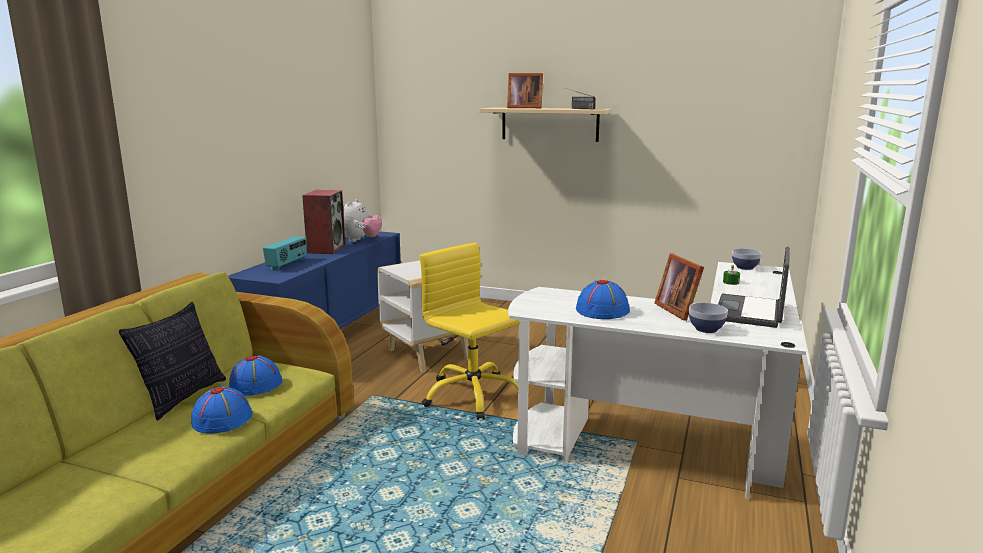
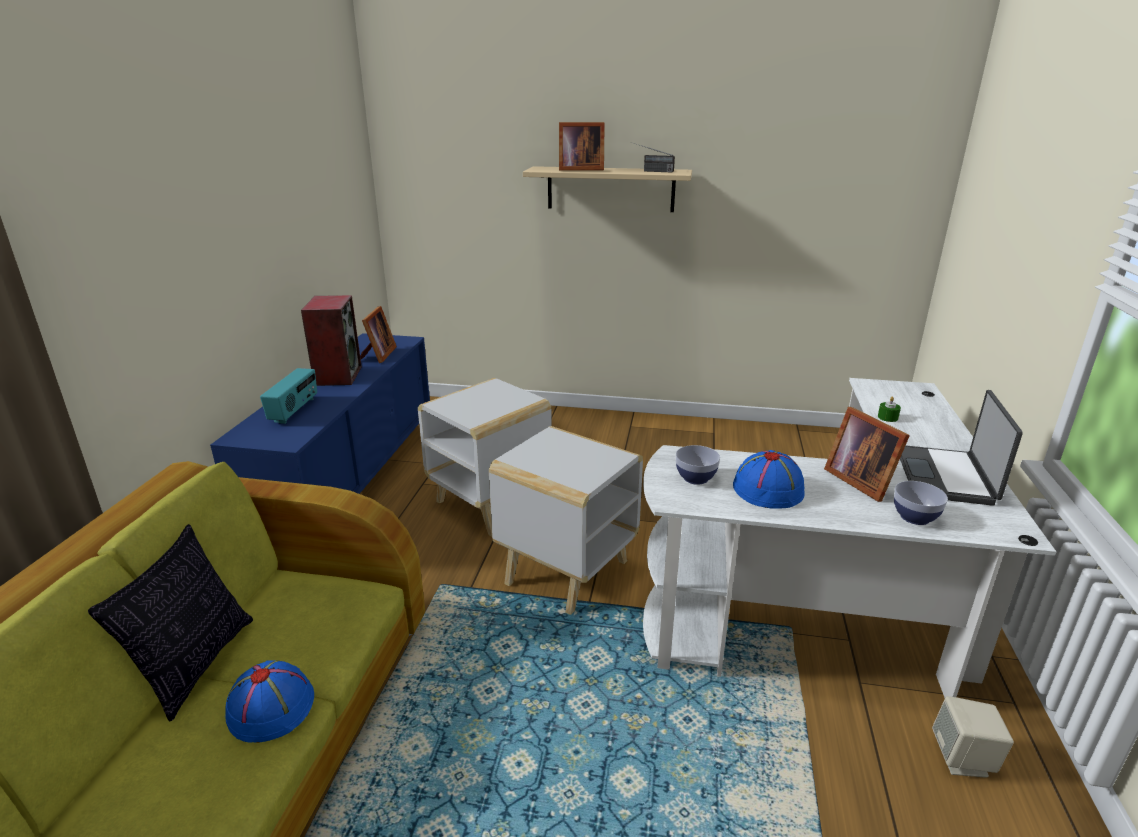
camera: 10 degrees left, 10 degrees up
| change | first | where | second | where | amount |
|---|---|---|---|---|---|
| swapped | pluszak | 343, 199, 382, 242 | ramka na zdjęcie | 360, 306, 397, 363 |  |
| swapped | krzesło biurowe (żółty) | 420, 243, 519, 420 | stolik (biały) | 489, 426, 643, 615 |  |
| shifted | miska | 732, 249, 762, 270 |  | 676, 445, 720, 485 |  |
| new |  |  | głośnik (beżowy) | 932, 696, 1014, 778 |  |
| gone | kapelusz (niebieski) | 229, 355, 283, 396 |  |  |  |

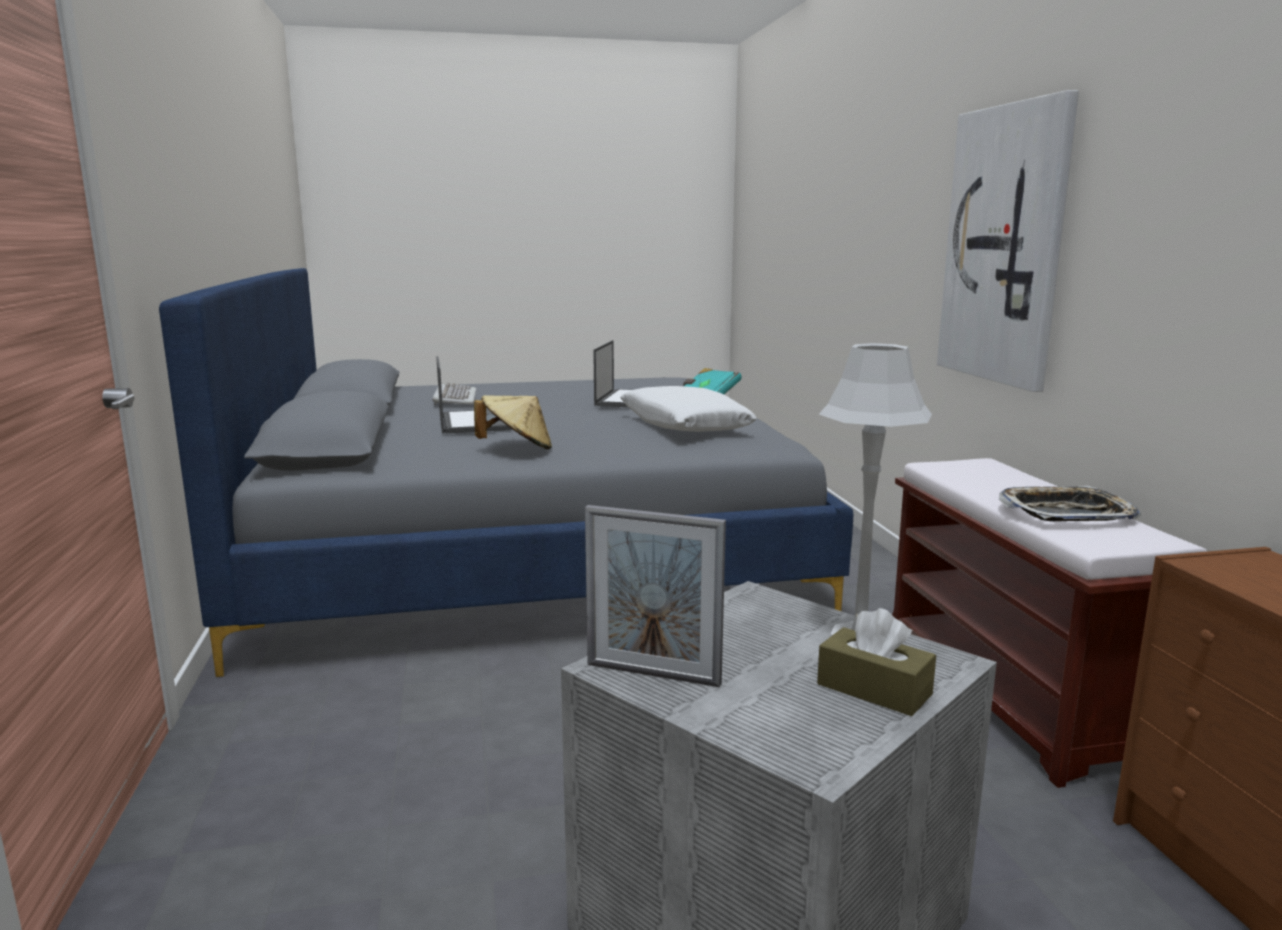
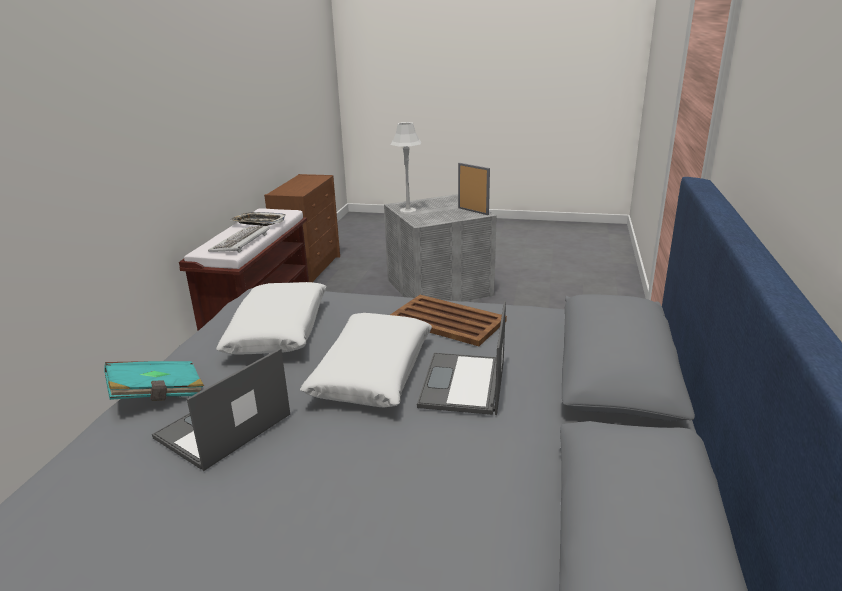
camera: 155 degrees left, 10 degrees up
| change | first | where | second | where | amount |
|---|---|---|---|---|---|
| shifted | klawiatura | 432, 383, 477, 405 |  | 208, 226, 270, 253 |  |
| new |  |  | poduszka (biały) | 300, 313, 432, 408 |  |
| swapped | kapelusz (beżowy) | 474, 395, 552, 449 | taca (brązowy) | 390, 295, 507, 346 |  |
| gone | pudełko chusteczek (brązowy) | 817, 608, 936, 716 |  |  |  |
| gone | obraz | 937, 90, 1079, 392 |  |  |  |

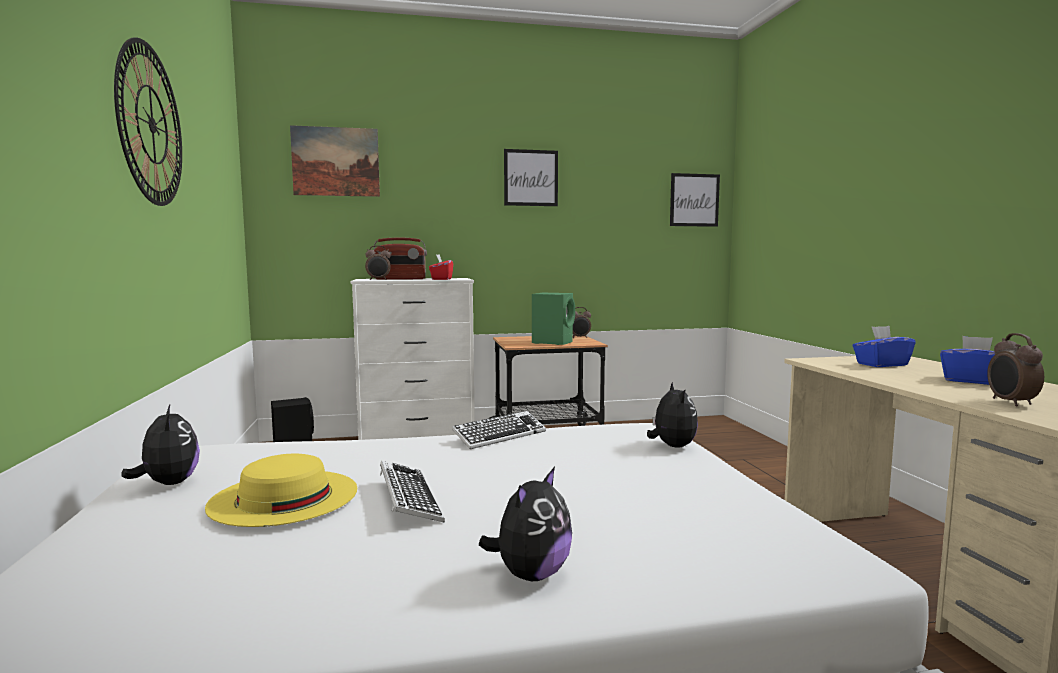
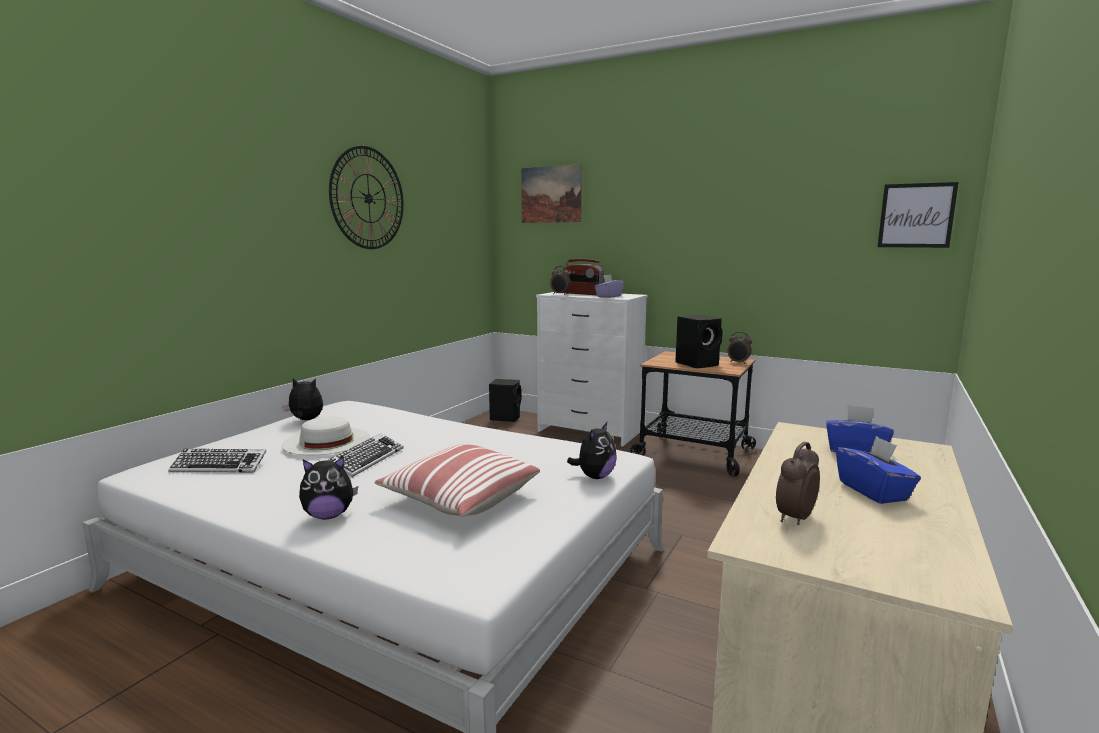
camera: 40 degrees right, 5 degrees up
| change | first | where | second | where | amount |
|---|---|---|---|---|---|
| shifted | klawiatura | 452, 411, 546, 449 |  | 168, 449, 266, 472 |  |
| rotated | pluszak | 121, 405, 200, 485 |  | 282, 378, 323, 420 | 90 degrees counterclockwise |
| repainted | kapelusz (żółty) | 205, 454, 357, 527 | kapelusz (biały) | 282, 416, 370, 455 |  |
| new |  |  | poduszka | 375, 444, 540, 517 |  |
| repainted | pudełko chusteczek (czerwony) | 429, 254, 453, 280 | pudełko chusteczek (fioletowy) | 594, 275, 624, 298 |  |
| repainted | głośnik (zielony) | 532, 293, 575, 345 | głośnik (czarny) | 675, 315, 723, 368 |  |
| gone | obraz | 504, 149, 558, 206 |  |  |  |

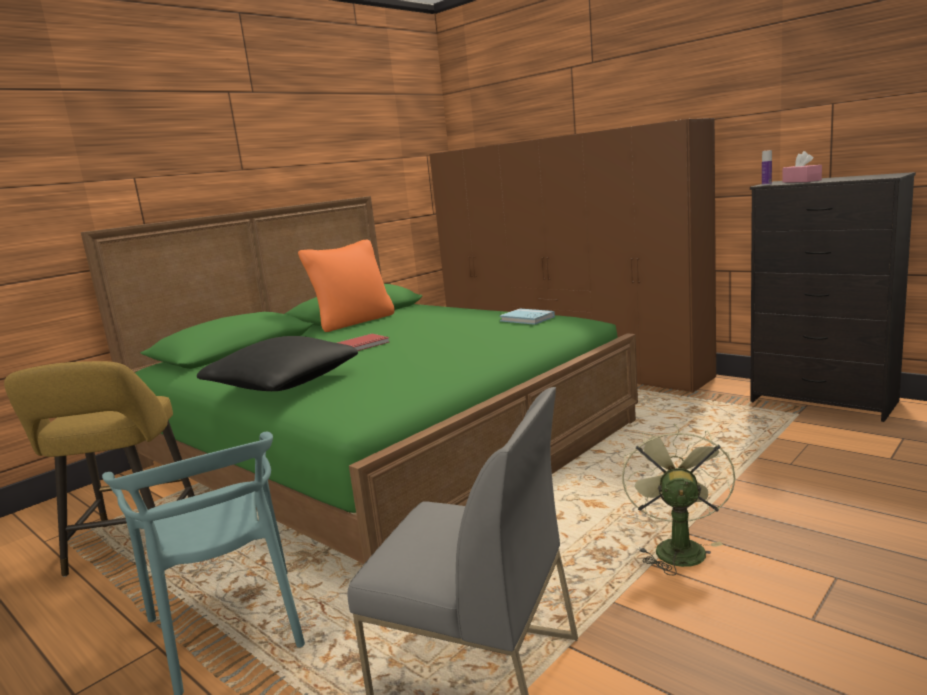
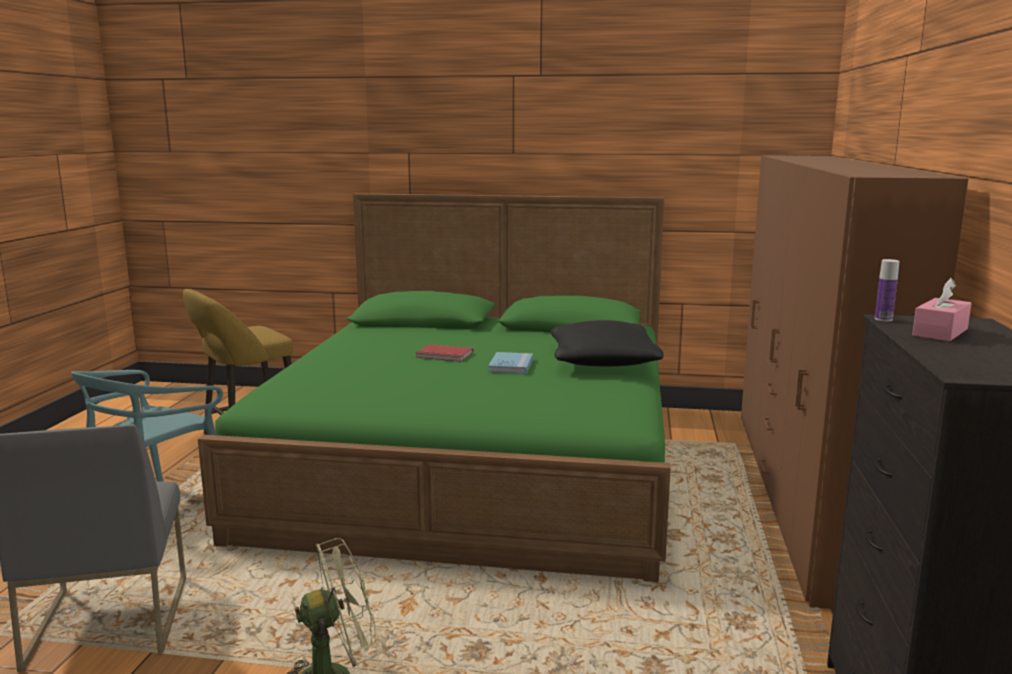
camera: 55 degrees right, 0 degrees up
| change | first | where | second | where | amount |
|---|---|---|---|---|---|
| shifted | książka (niebieski) | 500, 309, 555, 325 |  | 488, 352, 533, 374 |  |
| shifted | poduszka (czarny) | 197, 336, 358, 391 |  | 550, 320, 664, 366 |  |
| gone | poduszka (pomarańczowy) | 298, 240, 395, 332 |  |  |  |

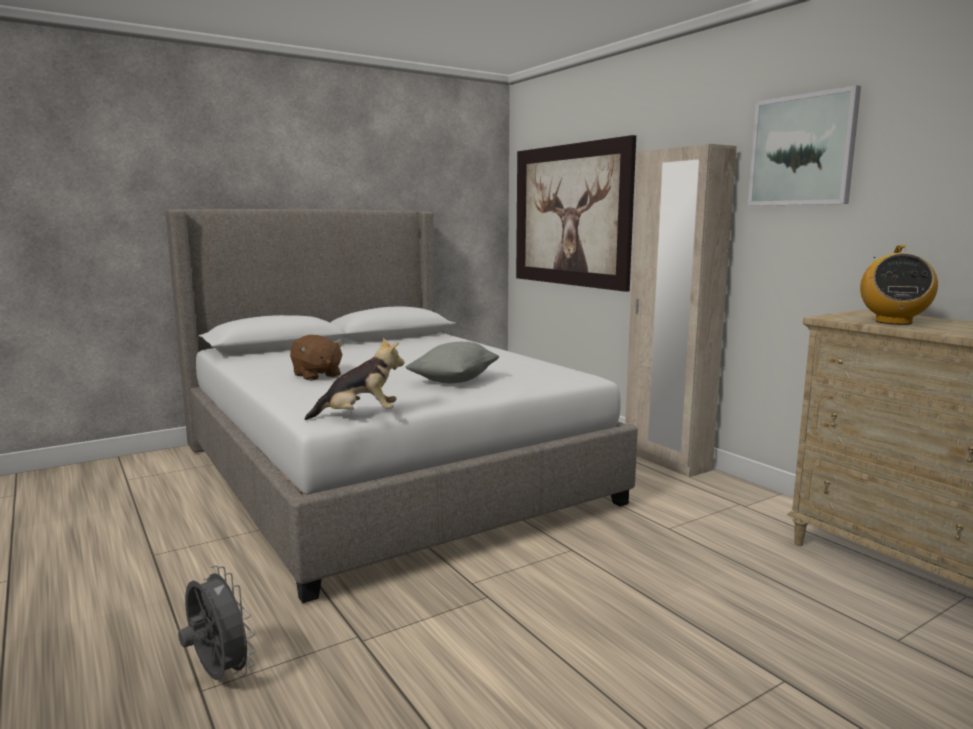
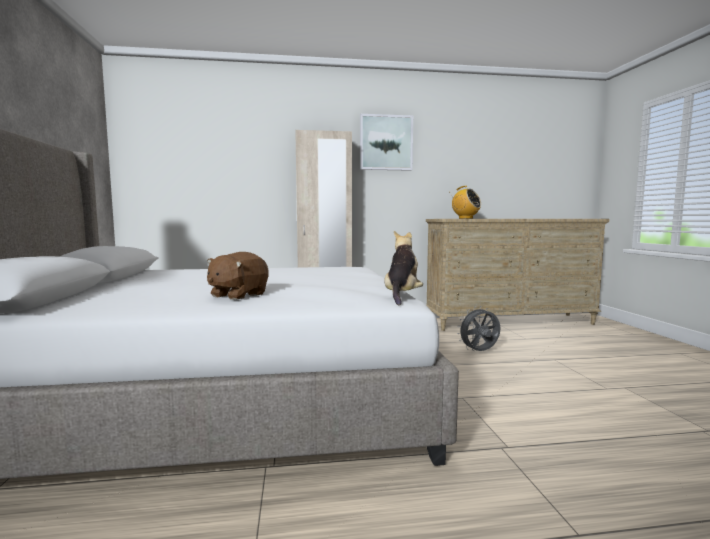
camera: 65 degrees left, 5 degrees down
| change | first | where | second | where | amount |
|---|---|---|---|---|---|
| rotated | pluszak (brązowy) | 290, 335, 344, 381 |  | 207, 252, 269, 300 | 135 degrees clockwise |
| shifted | wentylator (szary) | 178, 565, 256, 680 |  | 457, 306, 500, 351 |  |
| gone | poduszka (szary) | 405, 342, 499, 383 |  |  |  |
| gone | obraz | 516, 135, 636, 292 |  |  |  |

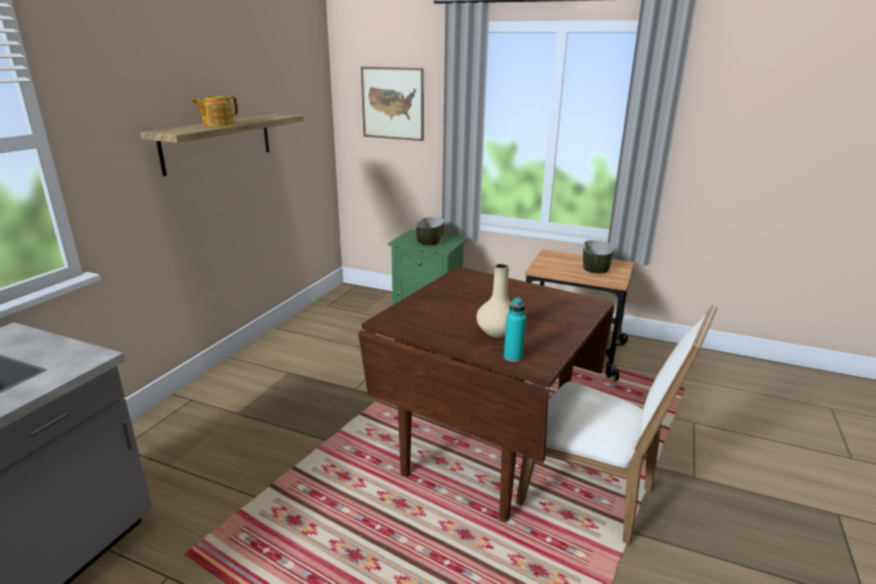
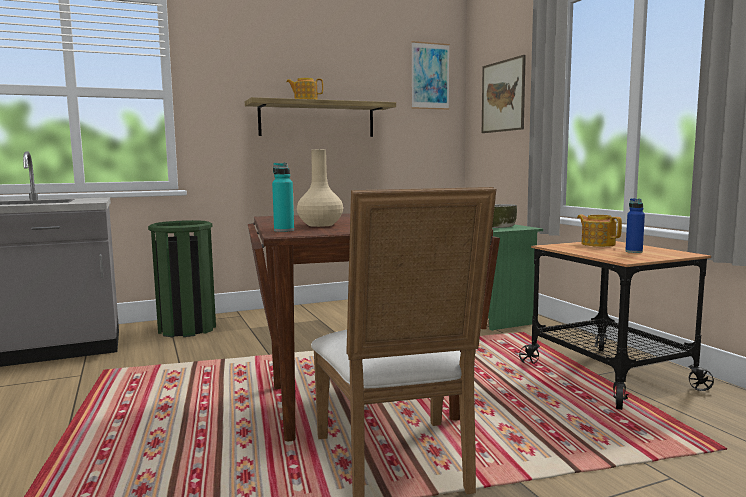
camera: 45 degrees right, 15 degrees down
| change | first | where | second | where | amount |
|---|---|---|---|---|---|
| new |  |  | kosz na śmieci (zielony) | 148, 220, 216, 337 |  |
| new |  |  | obraz | 411, 41, 450, 110 |  |
| new |  |  | imbryk | 577, 215, 622, 247 |  |
| swapped | miska | 583, 240, 613, 273 | butelka (niebieski) | 625, 198, 645, 253 |  |

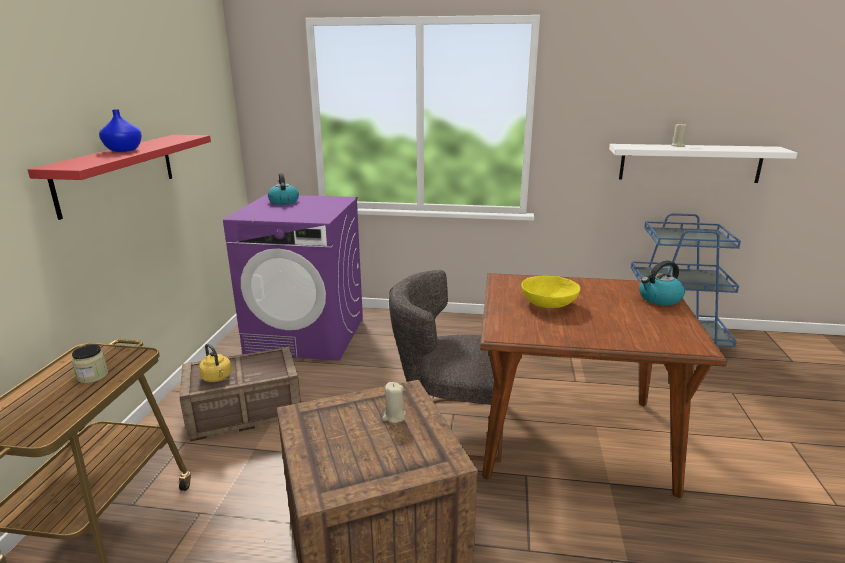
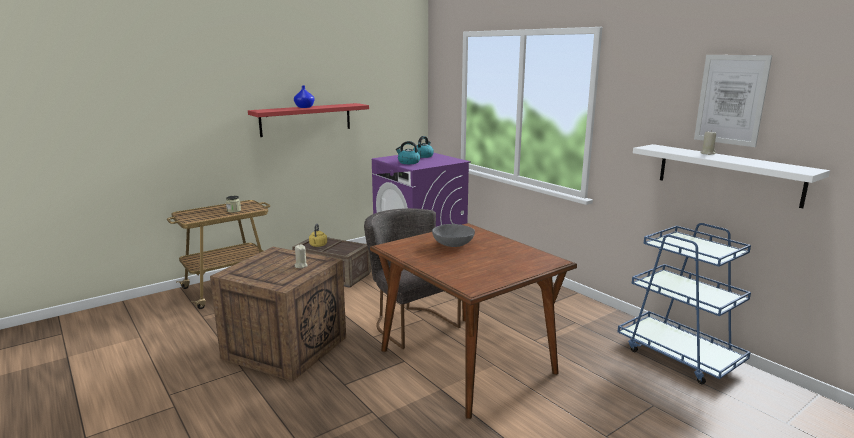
camera: 45 degrees right, 5 degrees down
| change | first | where | second | where | amount |
|---|---|---|---|---|---|
| shifted | czajnik | 639, 261, 685, 306 |  | 396, 141, 420, 164 |  |
| repainted | miska (żółty) | 521, 276, 580, 308 | miska (szary) | 432, 224, 475, 247 |  |
| new |  |  | obraz | 694, 55, 772, 147 |  |

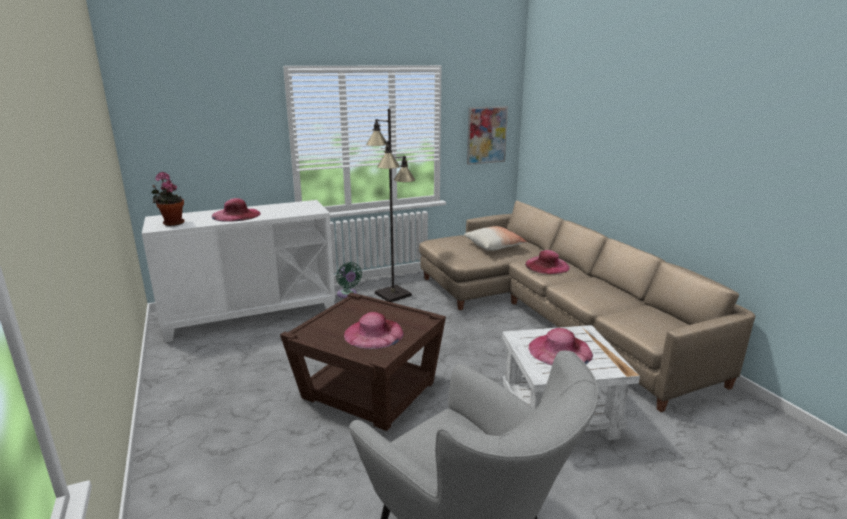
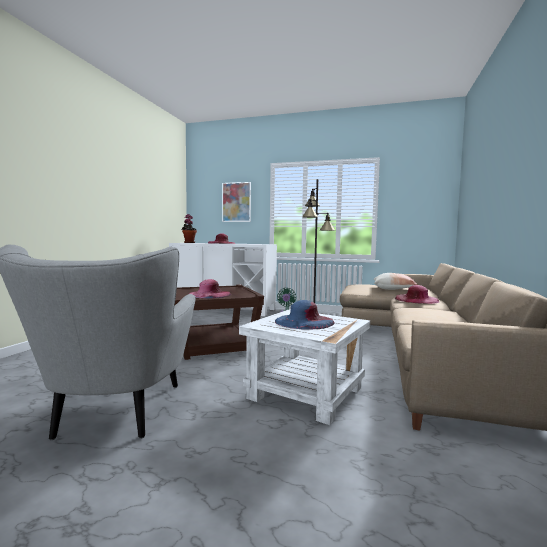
camera: 40 degrees right, 15 degrees down
| change | first | where | second | where | amount |
|---|---|---|---|---|---|
| shifted | obraz | 467, 106, 508, 165 |  | 222, 182, 251, 222 |  |
| repainted | kapelusz (różowy) | 529, 328, 593, 366 | kapelusz (niebieski) | 275, 300, 335, 330 |  |

